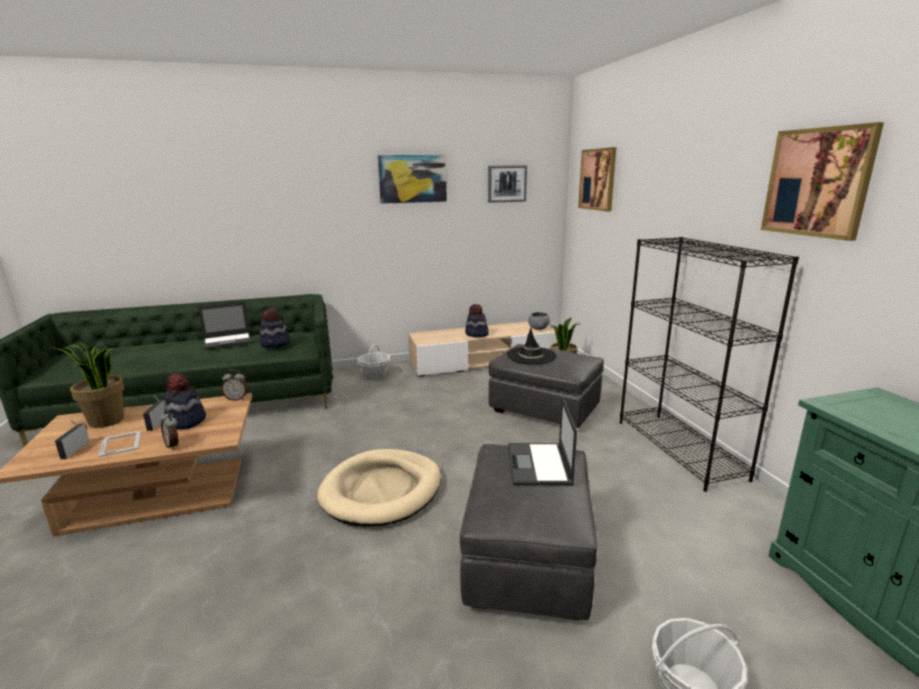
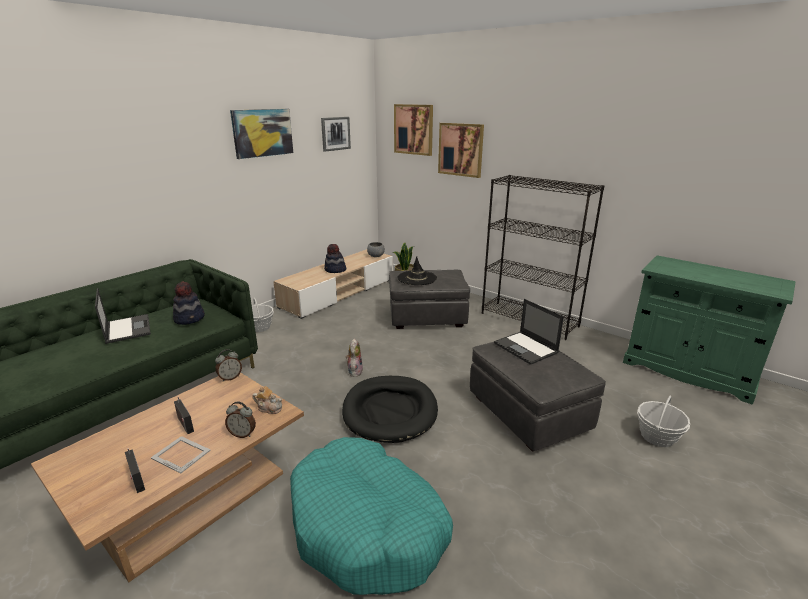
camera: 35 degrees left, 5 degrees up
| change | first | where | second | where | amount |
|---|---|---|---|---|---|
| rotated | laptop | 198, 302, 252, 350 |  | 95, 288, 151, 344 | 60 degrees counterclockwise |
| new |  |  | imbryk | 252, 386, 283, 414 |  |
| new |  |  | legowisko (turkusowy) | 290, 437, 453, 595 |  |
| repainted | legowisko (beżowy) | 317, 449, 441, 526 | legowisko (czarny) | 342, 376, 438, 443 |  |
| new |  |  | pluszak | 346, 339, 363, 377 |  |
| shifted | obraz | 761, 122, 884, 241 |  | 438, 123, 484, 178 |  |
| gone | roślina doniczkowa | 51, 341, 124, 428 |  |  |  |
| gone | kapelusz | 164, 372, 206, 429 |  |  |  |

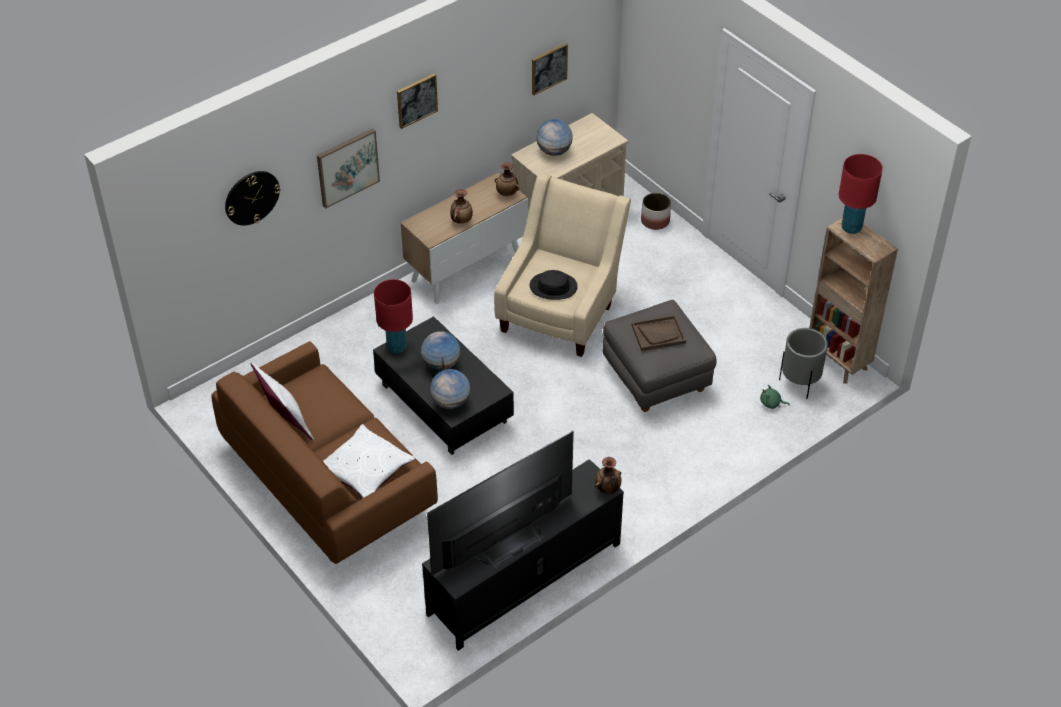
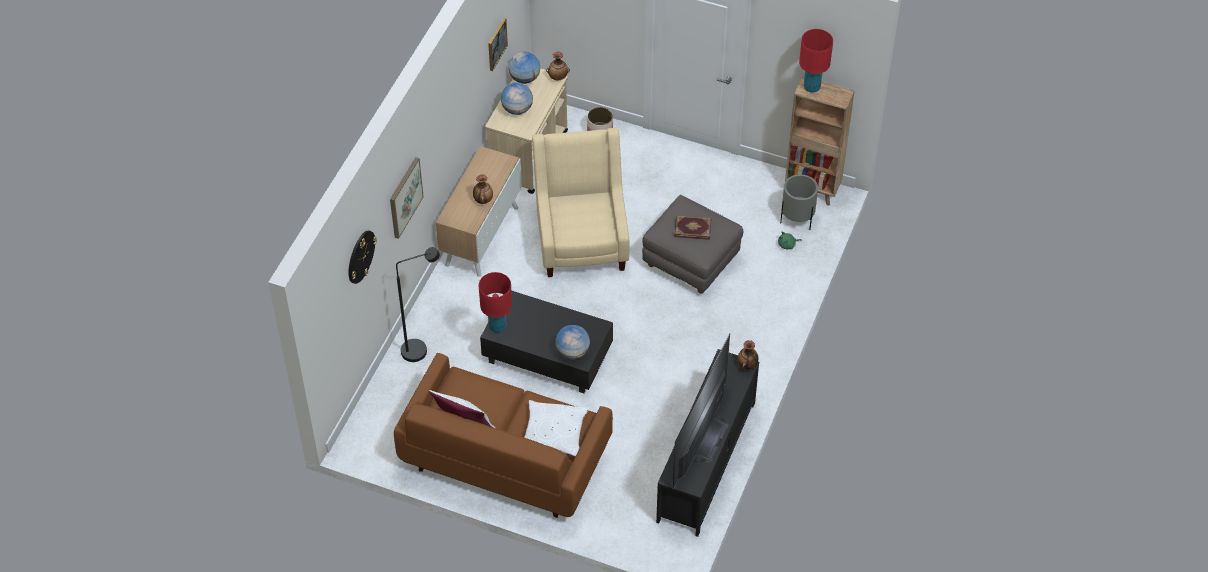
camera: 30 degrees left, 5 degrees up
| change | first | where | second | where | amount |
|---|---|---|---|---|---|
| new |  |  | lampa stojąca (czarny) | 396, 247, 440, 362 |  |
| shifted | globus | 421, 331, 460, 371 |  | 508, 52, 540, 84 |  |
| shifted | wazon | 495, 162, 519, 196 |  | 546, 52, 570, 81 |  |
| swapped | taca (brązowy) | 632, 315, 686, 351 | książka | 674, 216, 712, 240 |  |
| gone | obraz | 397, 74, 438, 129 |  |  |  |
| gone | kapelusz (czarny) | 530, 270, 578, 300 |  |  |  |

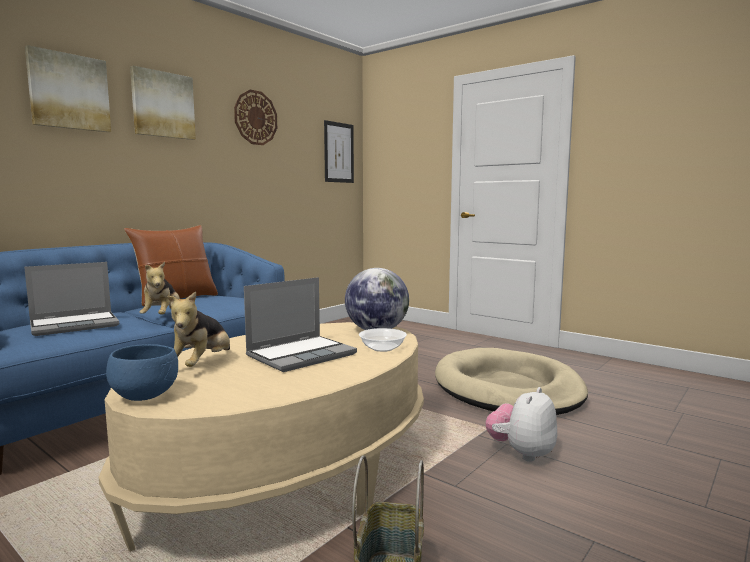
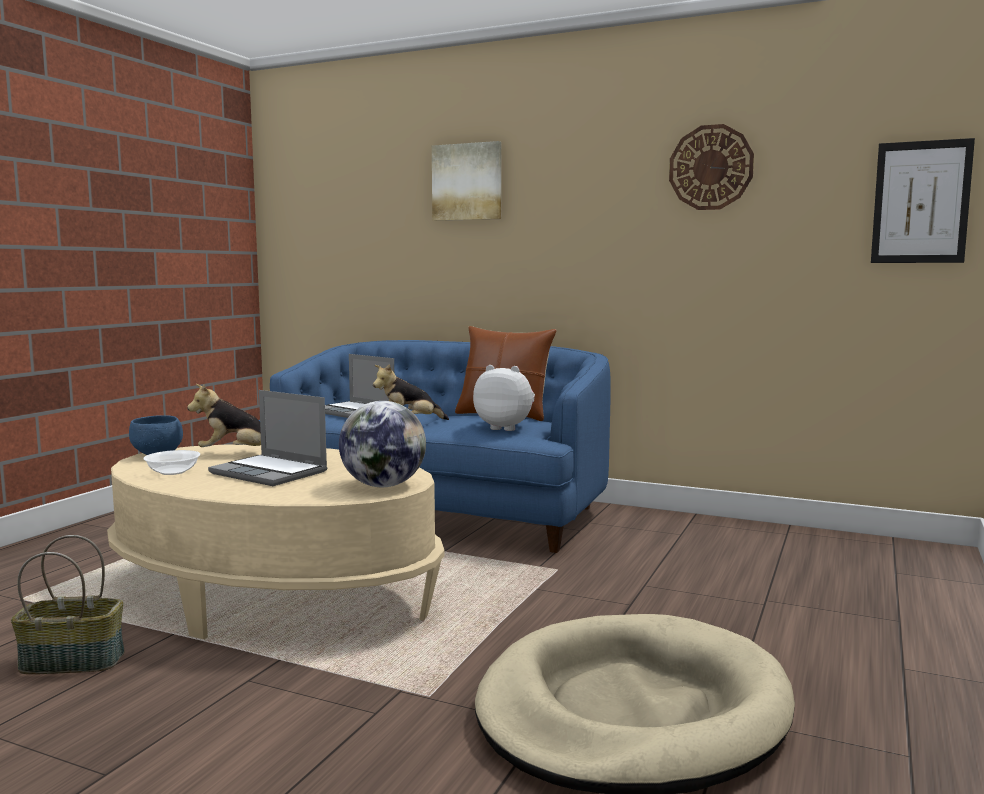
camera: 75 degrees right, 0 degrees up
| change | first | where | second | where | amount |
|---|---|---|---|---|---|
| shifted | miska | 359, 328, 407, 352 |  | 144, 450, 200, 475 |  |
| shifted | pluszak | 485, 387, 557, 462 |  | 473, 365, 535, 431 |  |
| gone | obraz | 130, 66, 196, 140 |  |  |  |

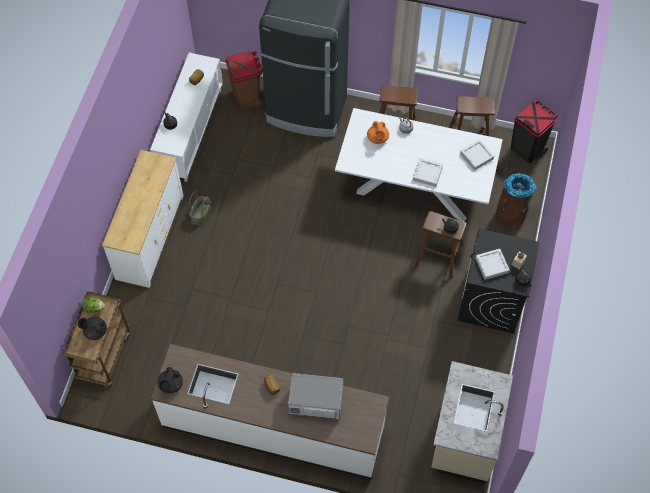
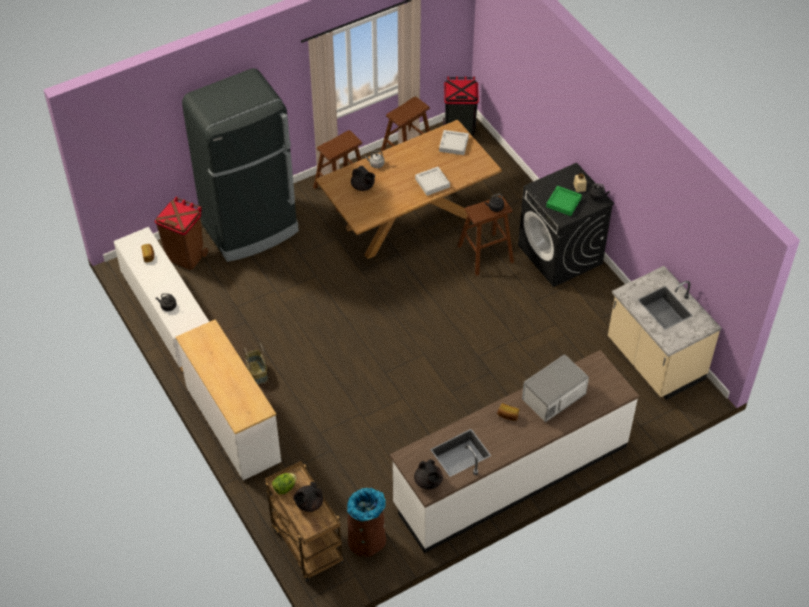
camera: 45 degrees left, 10 degrees down
| change | first | where | second | where | amount |
|---|---|---|---|---|---|
| repainted | stół jadalny (biały) | 335, 108, 503, 222 | stół jadalny (brązowy) | 316, 120, 502, 259 |  |
| shifted | kosz na śmieci (brązowy) | 496, 173, 537, 226 |  | 347, 488, 386, 558 |  |
| repainted | imbryk (pomarańczowy) | 367, 121, 389, 144 | imbryk (czarny) | 351, 166, 375, 191 |  |
| repainted | taca (szary) | 475, 249, 510, 280 | taca (zielony) | 546, 186, 582, 216 |  |

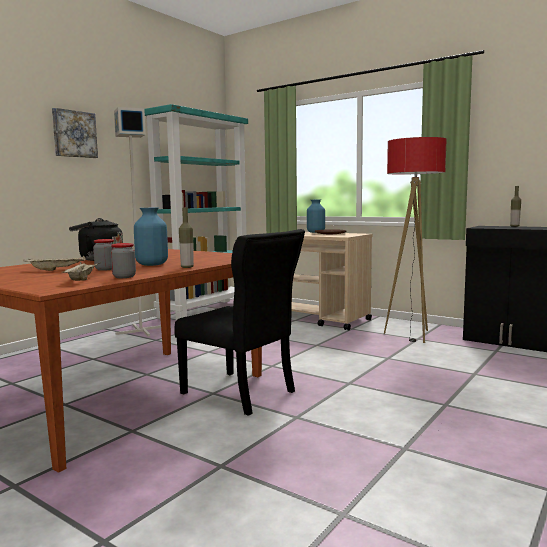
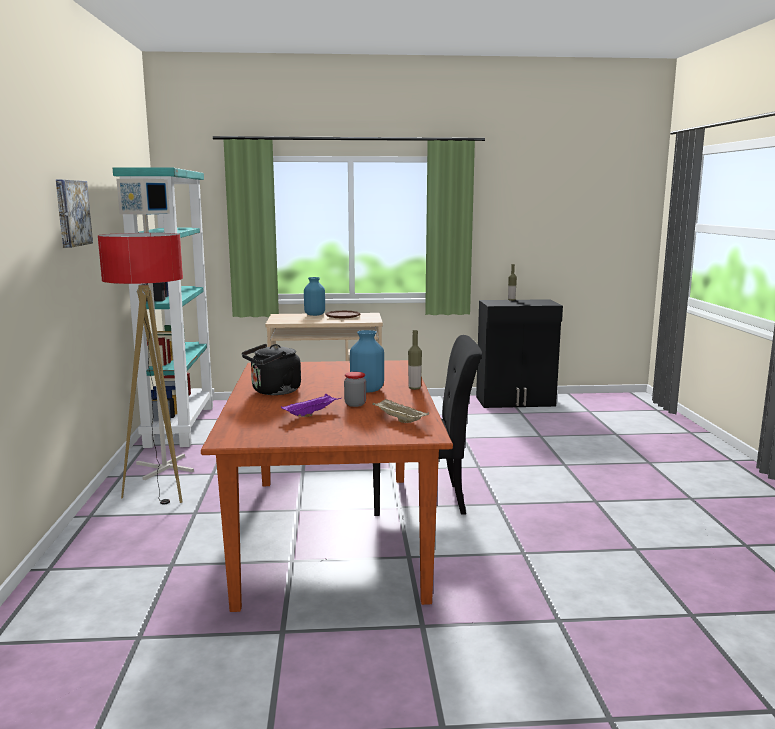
camera: 40 degrees left, 5 degrees up
| change | first | where | second | where | amount |
|---|---|---|---|---|---|
| shifted | lampa stojąca | 384, 137, 447, 343 |  | 98, 233, 183, 504 |  |
| repainted | taca (beżowy) | 24, 256, 86, 271 | taca (fioletowy) | 281, 393, 341, 417 |  |
| gone | słoik | 111, 243, 136, 278 |  |  |  |

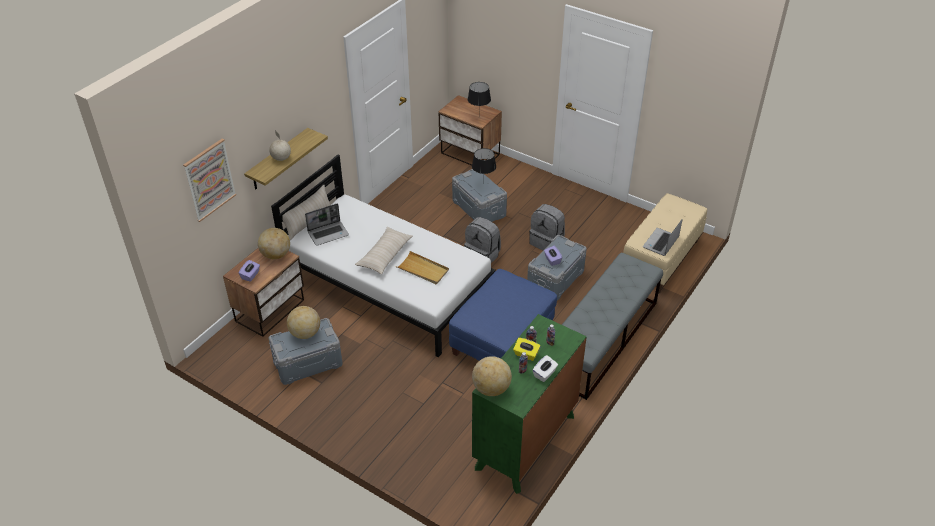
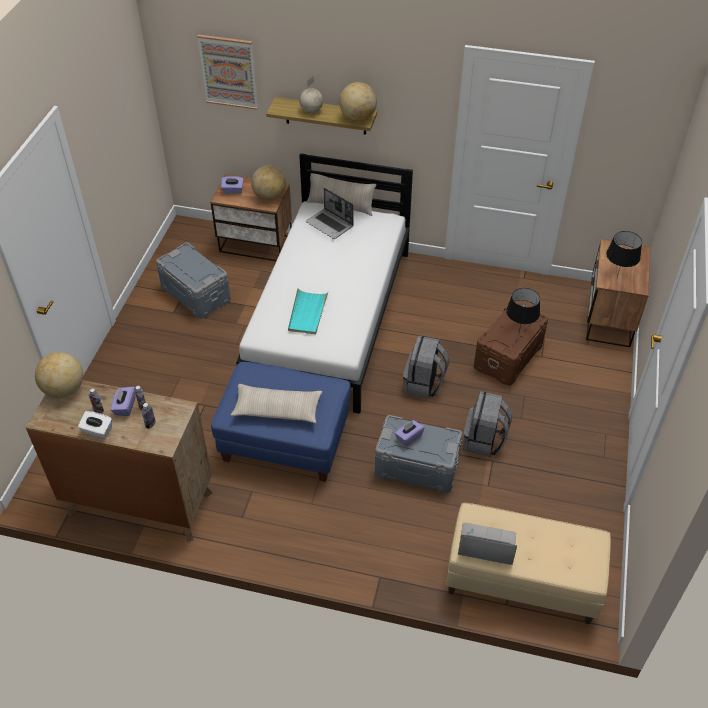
camera: 70 degrees right, 5 degrees up
| change | first | where | second | where | amount |
|---|---|---|---|---|---|
| repainted | komoda (zielony) | 472, 314, 587, 494 | komoda (brązowy) | 25, 380, 212, 542 |  |
| repainted | pudełko chusteczek (żółty) | 513, 338, 541, 361 | pudełko chusteczek (fioletowy) | 111, 387, 136, 416 |  |
| shifted | poduszka (beżowy) | 355, 227, 413, 274 |  | 231, 384, 322, 423 |  |
| repainted | taca (beżowy) | 396, 251, 449, 284 | taca (turkusowy) | 288, 289, 328, 334 |  |
| shifted | globus | 287, 306, 320, 339 |  | 339, 82, 377, 121 |  |
| repainted | pojemnik do przechowywania (szary) | 452, 169, 507, 222 | pojemnik do przechowywania (brązowy) | 474, 302, 548, 386 |  |
| gone | ławka (szary) | 562, 252, 663, 400 |  |  |  |

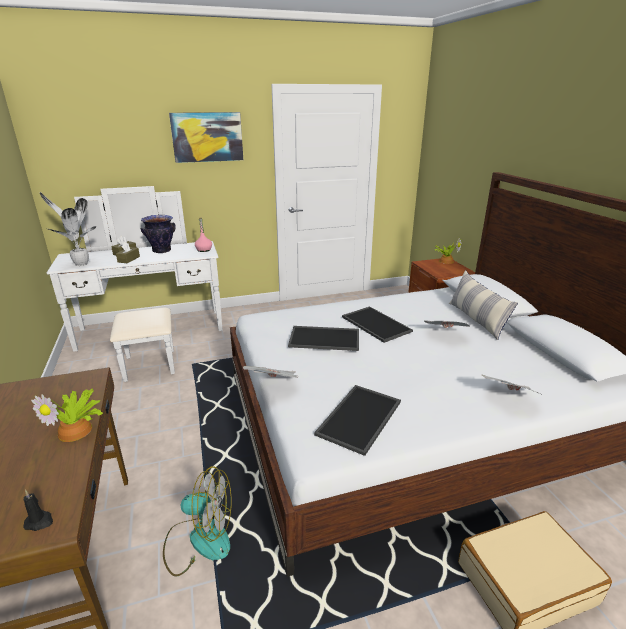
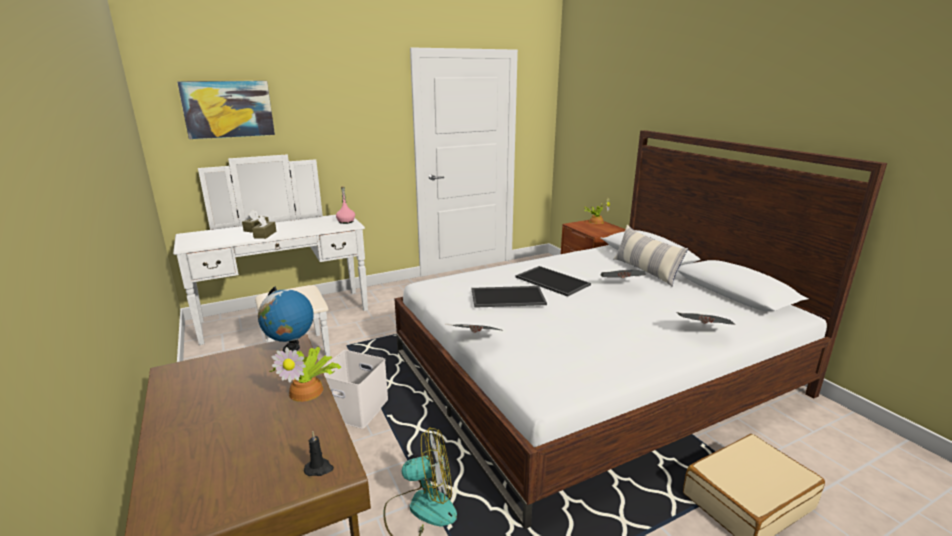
camera: 10 degrees left, 5 degrees down
| change | first | where | second | where | amount |
|---|---|---|---|---|---|
| shifted | obraz | 169, 112, 243, 163 |  | 177, 81, 275, 139 |  |
| new |  |  | globus | 258, 287, 314, 353 |  |
| new |  |  | pojemnik do przechowywania (biały) | 324, 350, 388, 429 |  |
| gone | roślina doniczkowa | 40, 192, 97, 266 |  |  |  |
| gone | wazon | 141, 215, 176, 253 |  |  |  |
| gone | taca | 314, 385, 401, 456 |  |  |  |

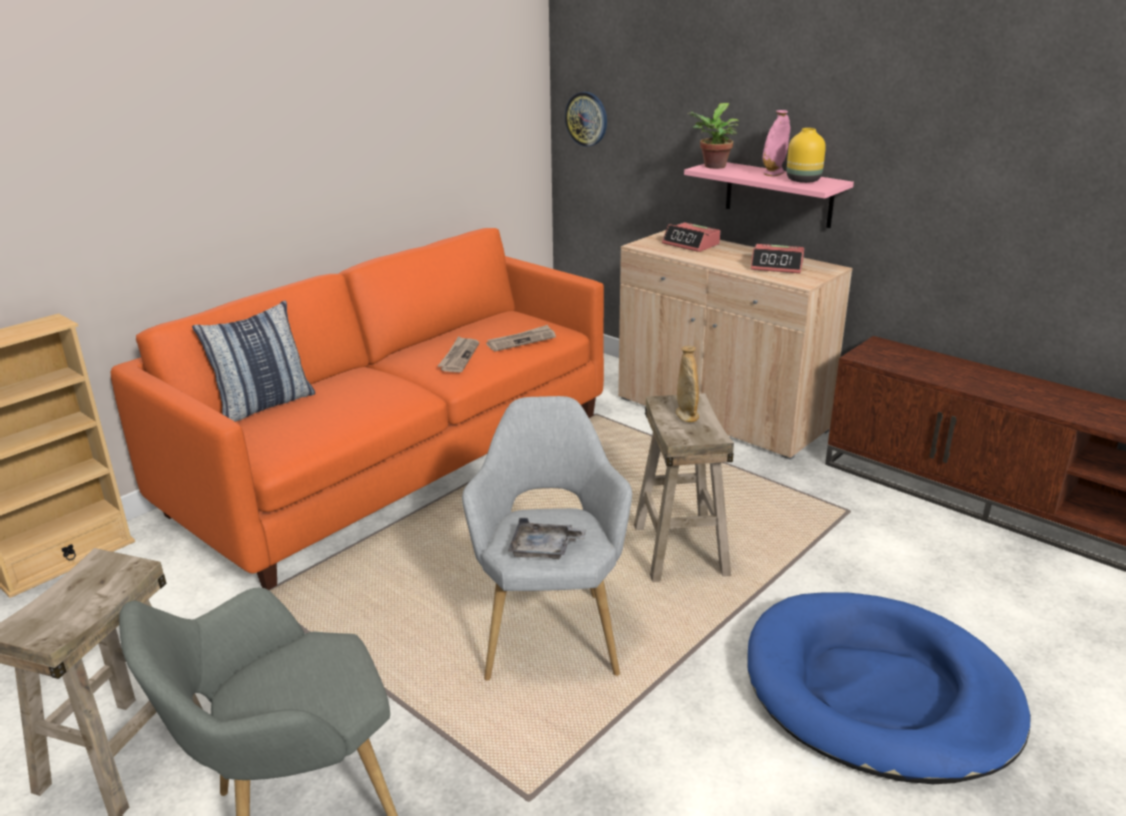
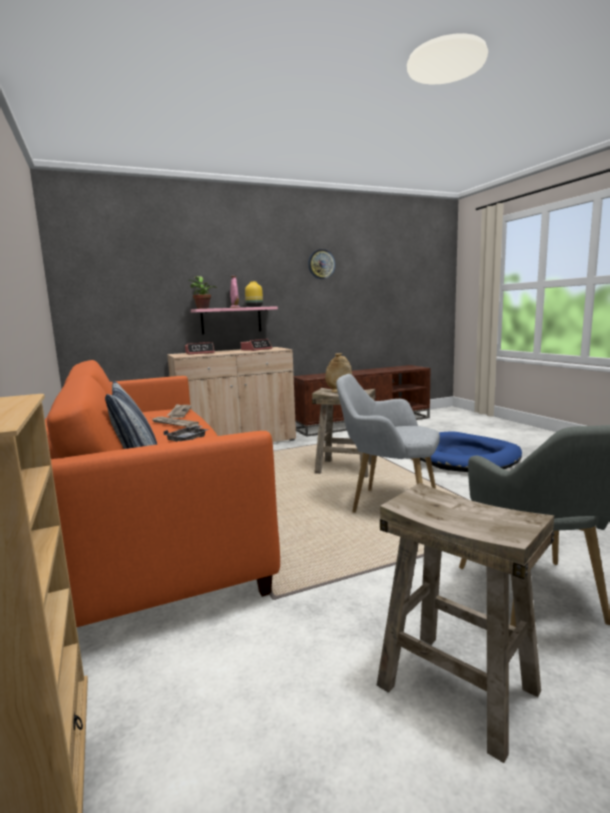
camera: 65 degrees left, 15 degrees down
| change | first | where | second | where | amount |
|---|---|---|---|---|---|
| shifted | taca (szary) | 508, 518, 587, 559 |  | 163, 425, 209, 442 |  |
| shifted | zegar ścienny | 565, 92, 607, 147 |  | 308, 249, 335, 279 |  |

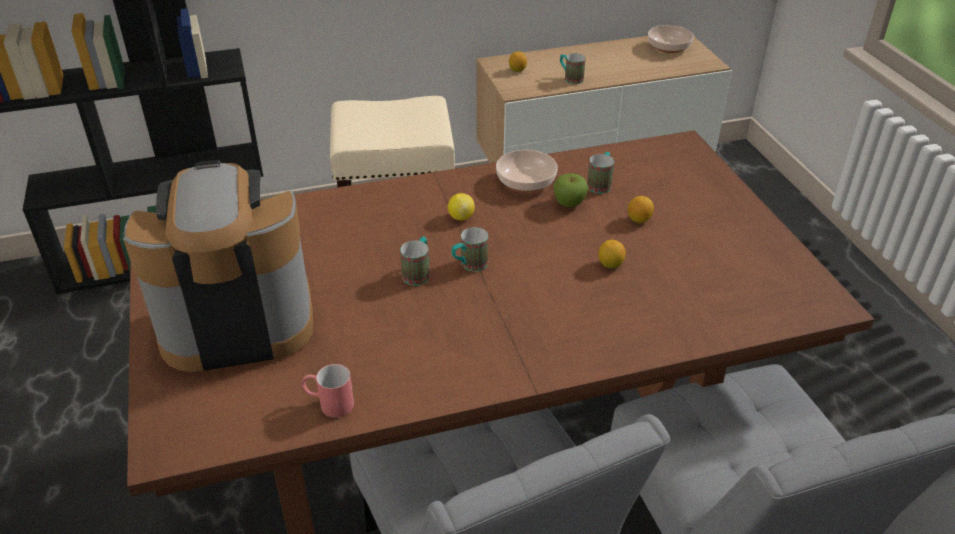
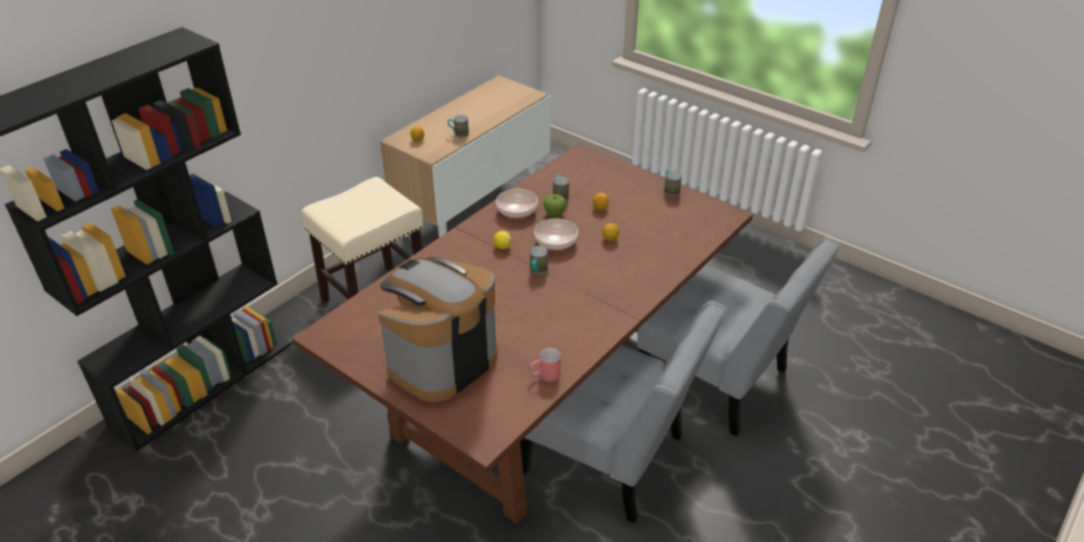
camera: 35 degrees left, 0 degrees up
| change | first | where | second | where | amount |
|---|---|---|---|---|---|
| shifted | miska | 648, 25, 694, 53 |  | 534, 218, 578, 250 |  |
| shifted | kubek | 400, 237, 430, 286 |  | 664, 169, 682, 197 |  |

